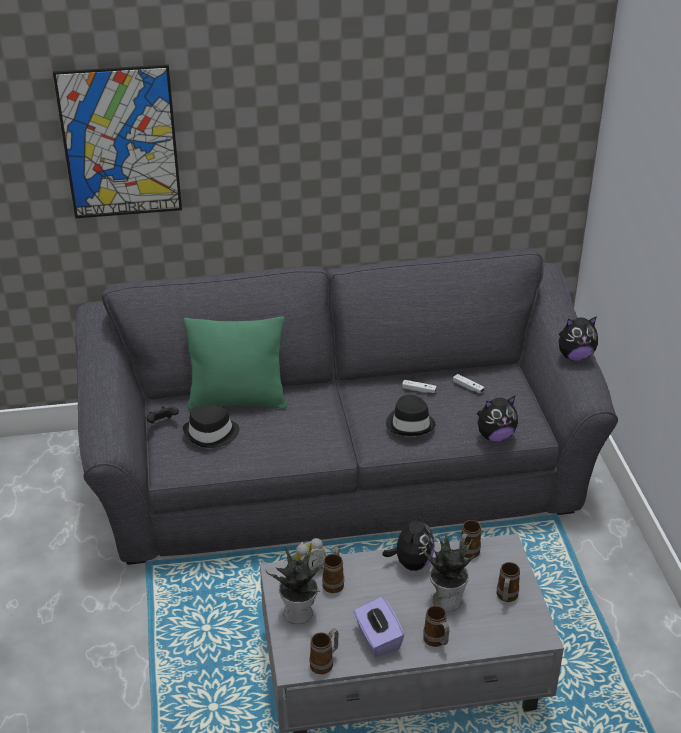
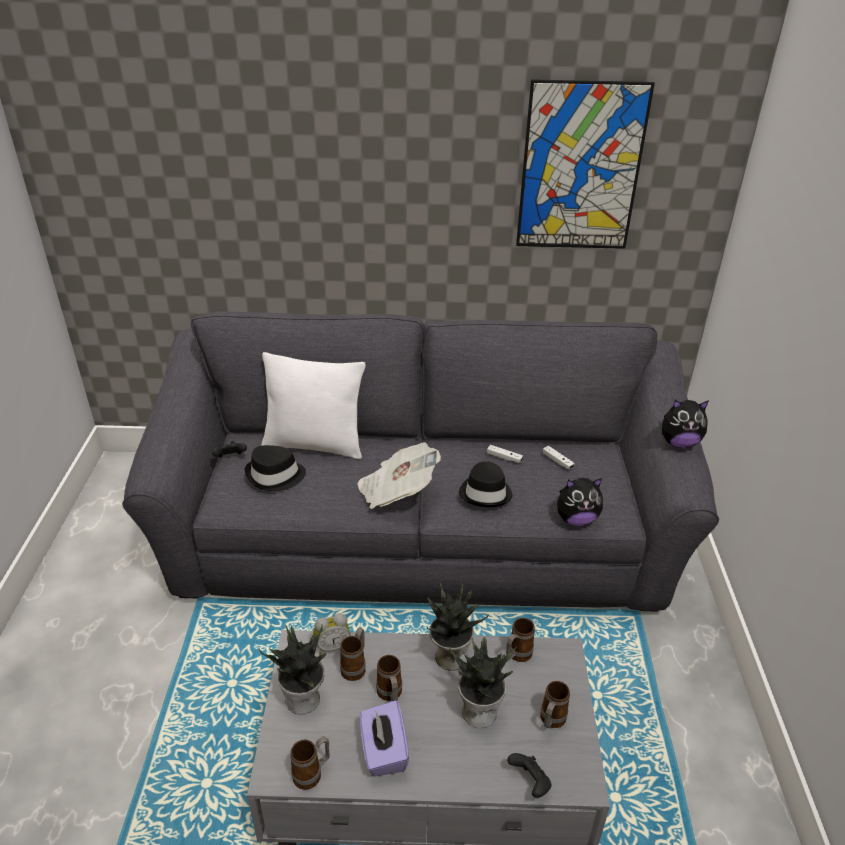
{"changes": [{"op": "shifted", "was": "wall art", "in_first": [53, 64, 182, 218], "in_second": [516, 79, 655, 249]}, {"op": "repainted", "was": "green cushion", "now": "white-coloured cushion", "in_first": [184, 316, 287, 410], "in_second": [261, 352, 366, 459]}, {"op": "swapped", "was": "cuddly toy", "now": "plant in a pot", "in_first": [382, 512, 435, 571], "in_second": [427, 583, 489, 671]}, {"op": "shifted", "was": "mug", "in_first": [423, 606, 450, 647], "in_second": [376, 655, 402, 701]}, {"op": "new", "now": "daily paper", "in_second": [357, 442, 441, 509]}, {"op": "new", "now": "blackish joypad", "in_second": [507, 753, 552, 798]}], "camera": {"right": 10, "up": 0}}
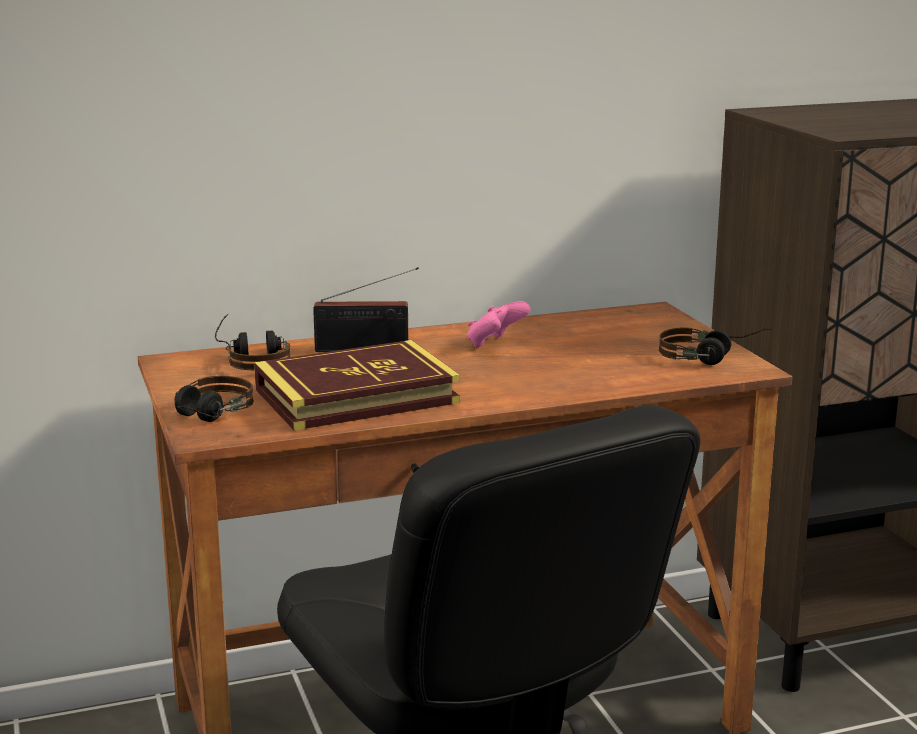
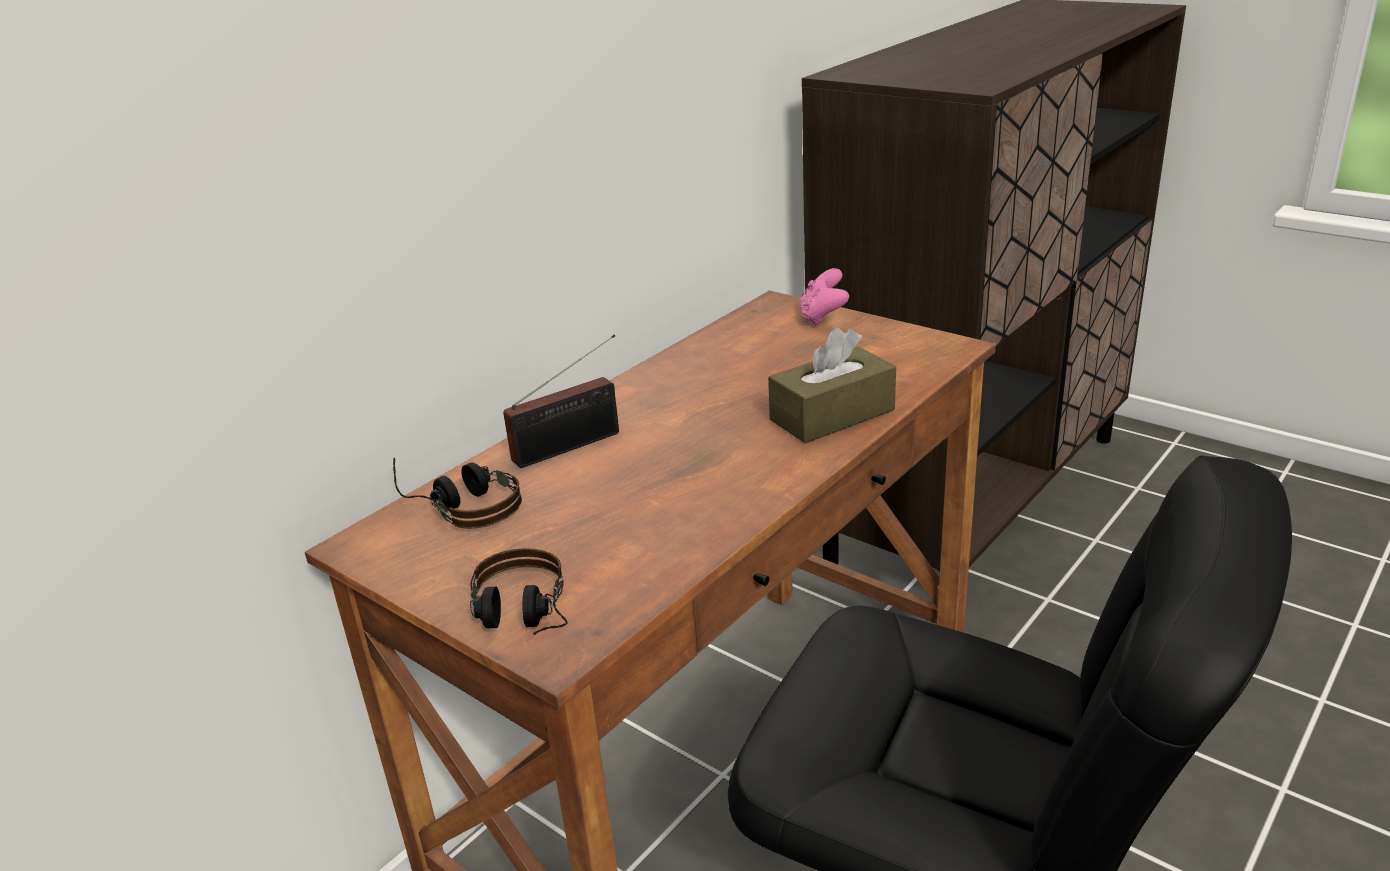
{"changes": [{"op": "shifted", "was": "pink-coloured joypad", "in_first": [467, 301, 530, 348], "in_second": [799, 268, 849, 326]}, {"op": "gone", "was": "headphones", "in_first": [659, 327, 772, 365]}, {"op": "gone", "was": "bound book", "in_first": [254, 340, 460, 431]}, {"op": "new", "now": "brown-coloured box of tissues", "in_second": [768, 327, 896, 443]}], "camera": {"right": -30, "up": 10}}
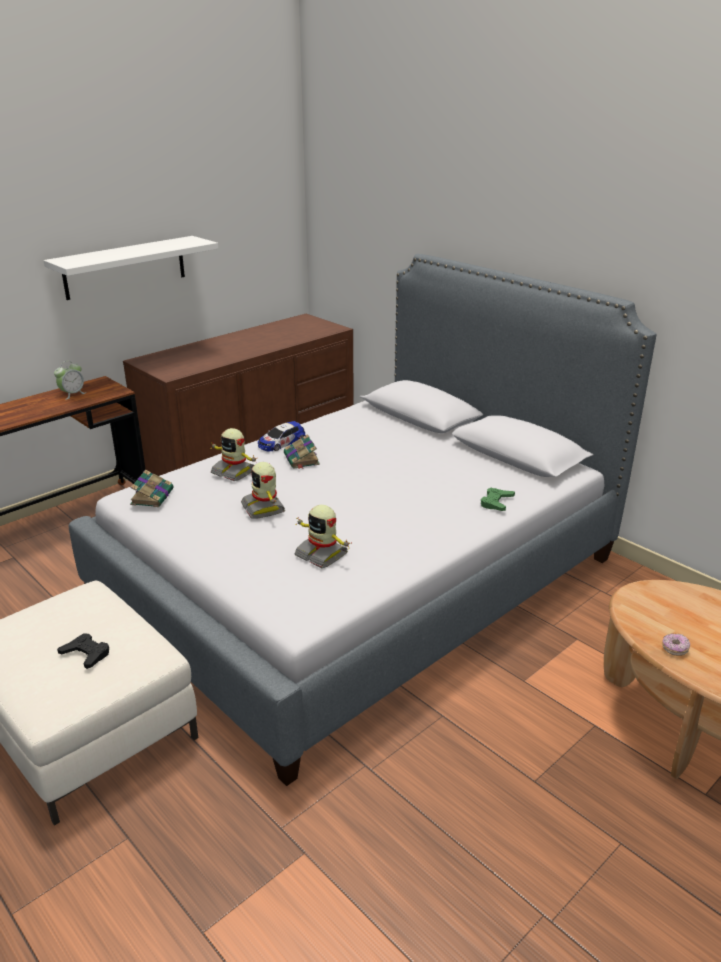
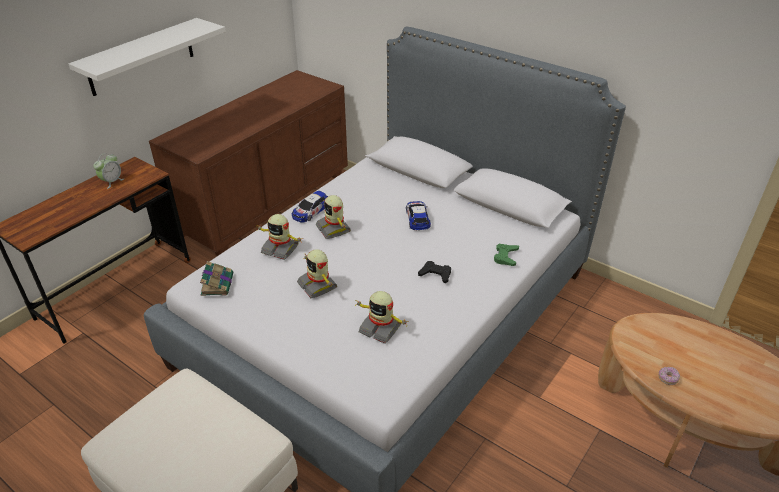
{"changes": [{"op": "swapped", "was": "bound book", "now": "model robot", "in_first": [284, 434, 320, 469], "in_second": [316, 195, 351, 239]}, {"op": "shifted", "was": "blackish joypad", "in_first": [57, 633, 109, 669], "in_second": [418, 261, 451, 283]}, {"op": "new", "now": "toy car", "in_second": [406, 201, 431, 230]}], "camera": {"right": -10, "up": 10}}
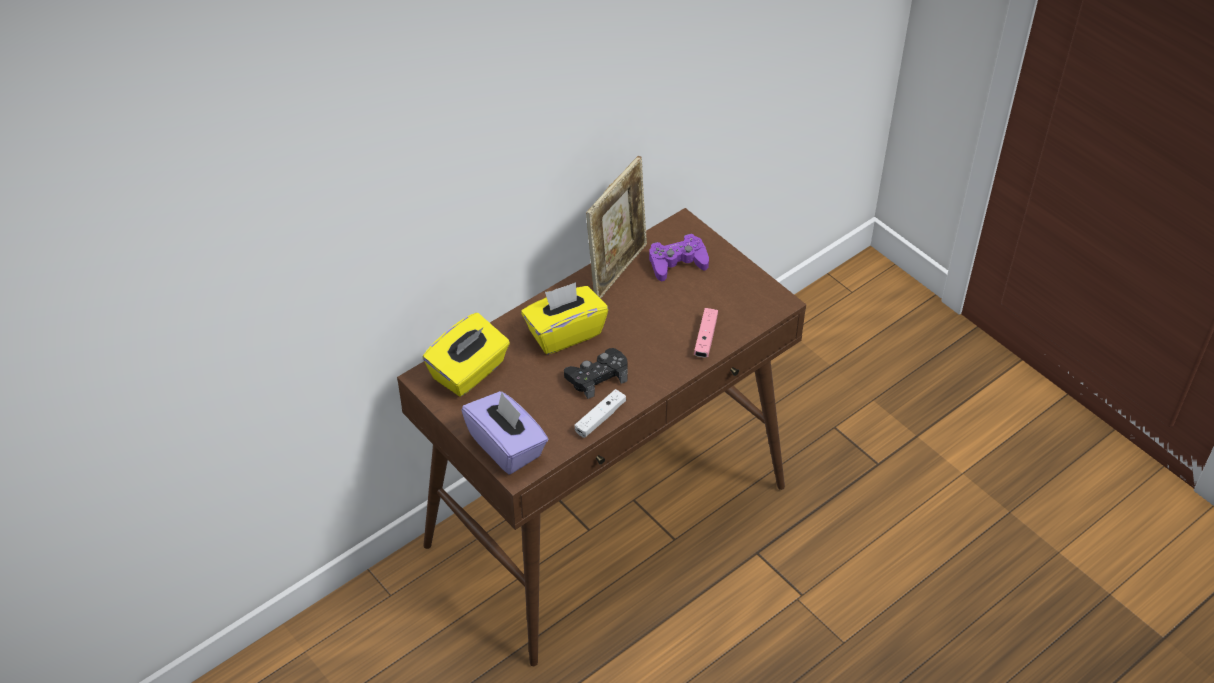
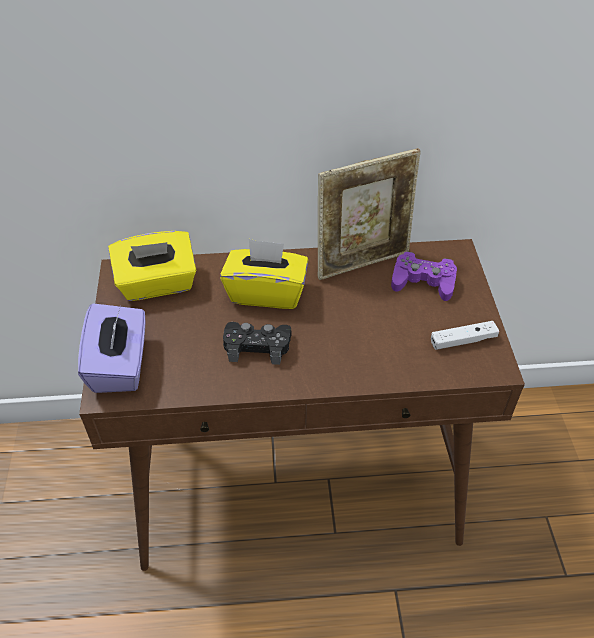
{"changes": [{"op": "gone", "was": "pink-coloured joypad", "in_first": [694, 308, 718, 358]}, {"op": "shifted", "was": "white-coloured joypad", "in_first": [575, 389, 626, 438], "in_second": [431, 321, 499, 350]}], "camera": {"right": 35, "up": 0}}
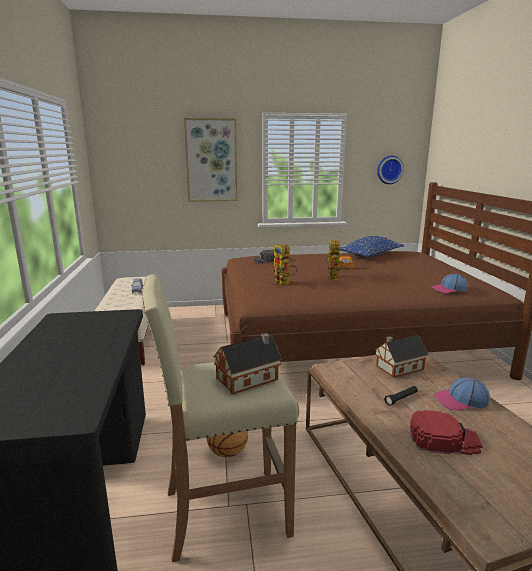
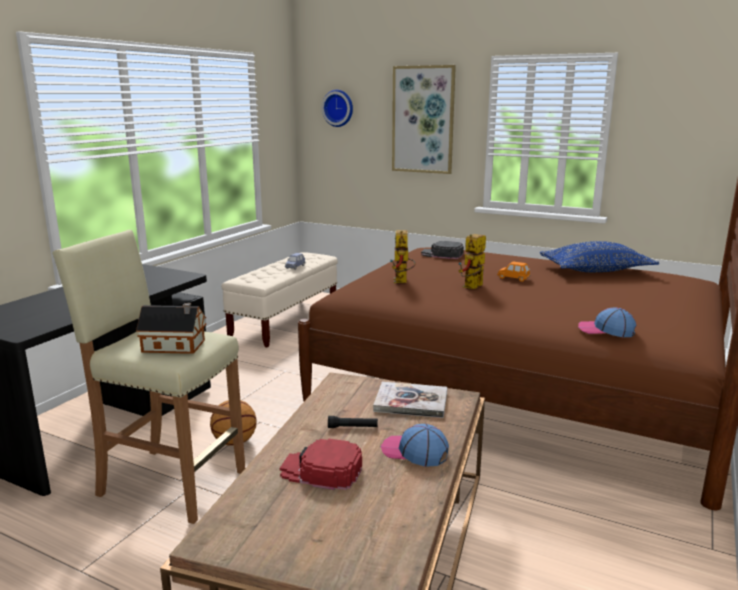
{"changes": [{"op": "shifted", "was": "hanging clock", "in_first": [377, 156, 404, 184], "in_second": [322, 90, 353, 127]}, {"op": "swapped", "was": "model house", "now": "bound book", "in_first": [375, 335, 428, 378], "in_second": [373, 382, 447, 418]}, {"op": "rotated", "was": "red-coloured cap", "in_first": [410, 410, 483, 455], "in_second": [280, 438, 362, 490], "clockwise": 150}], "camera": {"right": 35, "up": 0}}
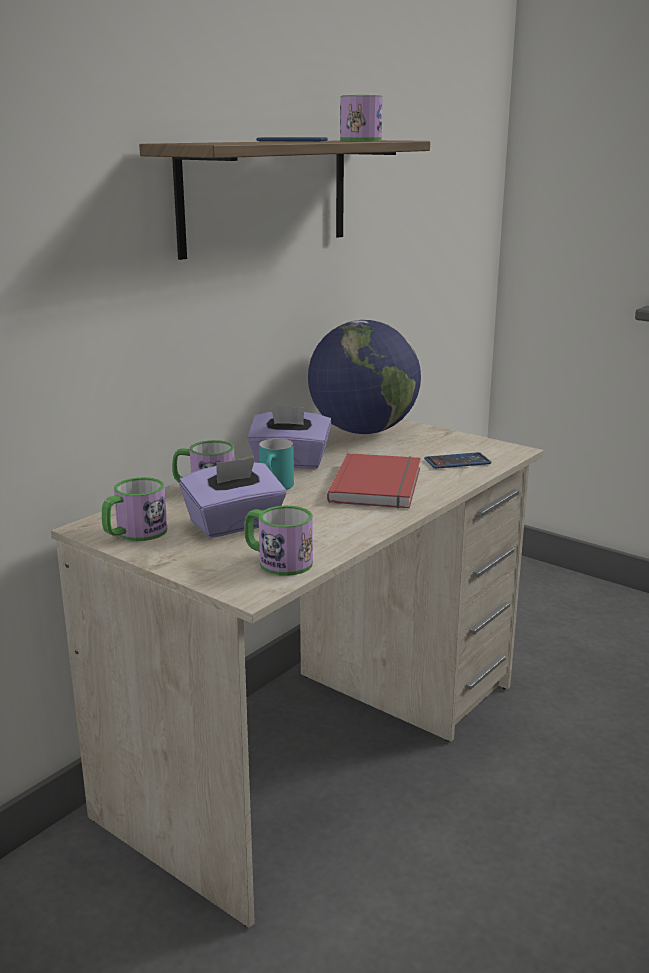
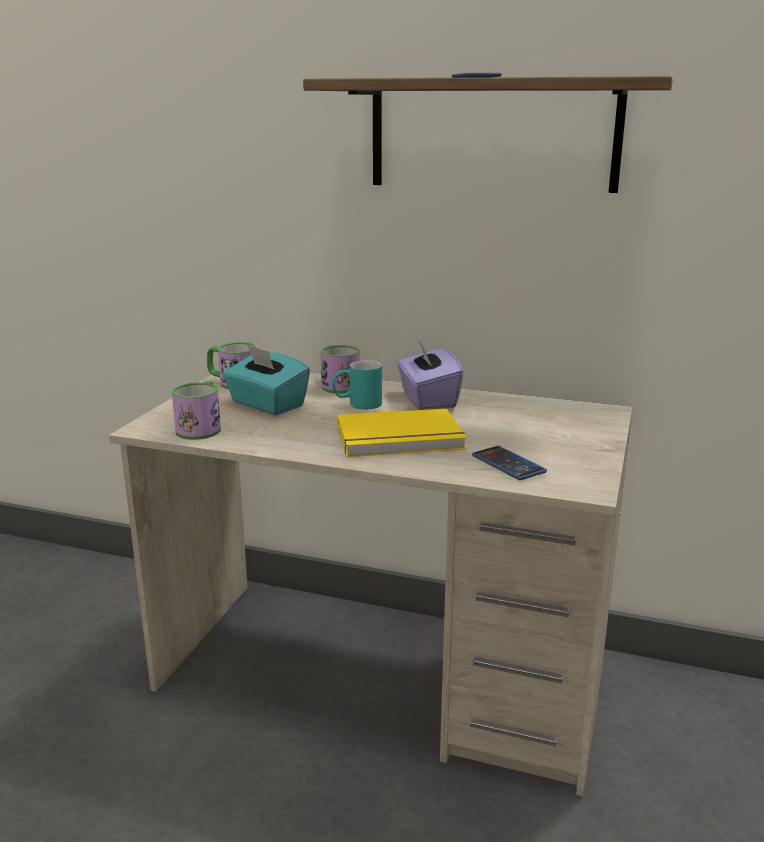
{"changes": [{"op": "gone", "was": "mug", "in_first": [340, 95, 383, 141]}, {"op": "gone", "was": "globe", "in_first": [308, 320, 421, 434]}, {"op": "repainted", "was": "red-coloured bound book", "now": "yellow-coloured bound book", "in_first": [327, 453, 421, 508], "in_second": [337, 409, 467, 457]}, {"op": "repainted", "was": "purple box of tissues", "now": "turquoise box of tissues", "in_first": [180, 457, 286, 538], "in_second": [223, 344, 310, 416]}], "camera": {"right": 70, "up": 0}}
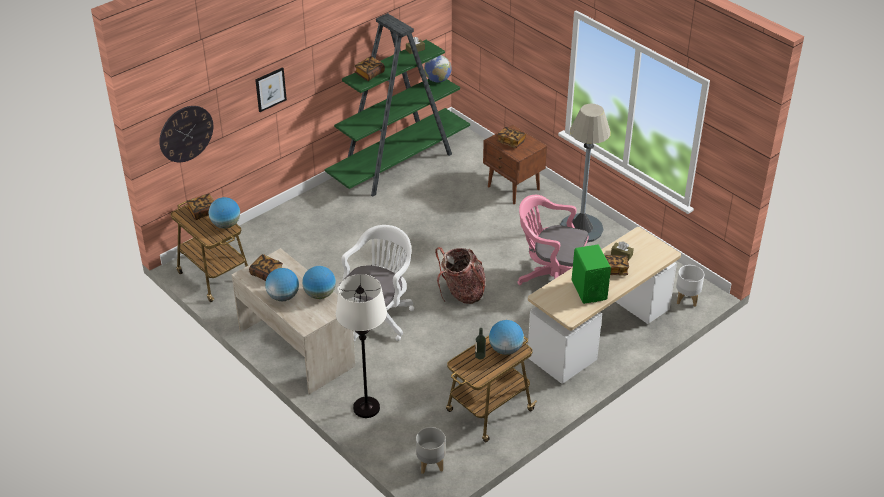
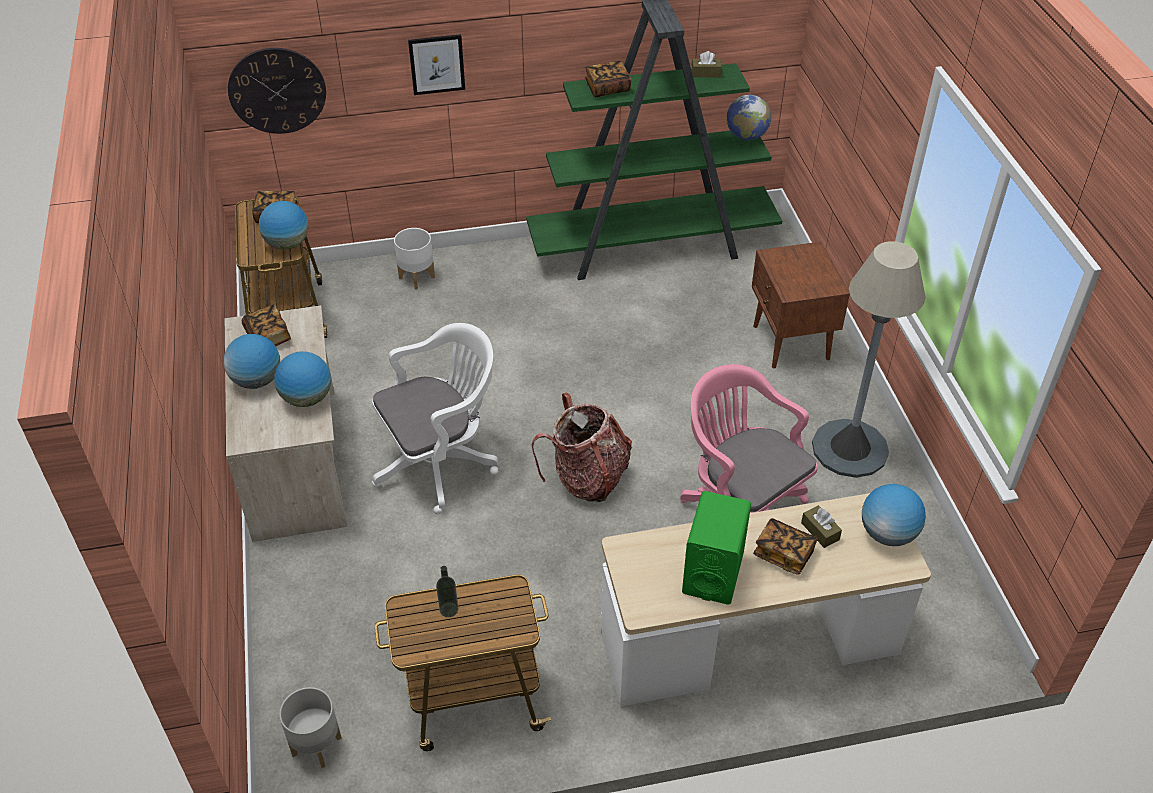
{"changes": [{"op": "gone", "was": "bound book", "in_first": [497, 127, 526, 148]}, {"op": "shifted", "was": "white-coloured plant pot", "in_first": [676, 265, 704, 307], "in_second": [394, 228, 435, 289]}, {"op": "gone", "was": "white-coloured floor lamp", "in_first": [336, 274, 387, 418]}, {"op": "shifted", "was": "globe", "in_first": [489, 320, 524, 355], "in_second": [862, 484, 926, 546]}], "camera": {"right": 30, "up": 5}}
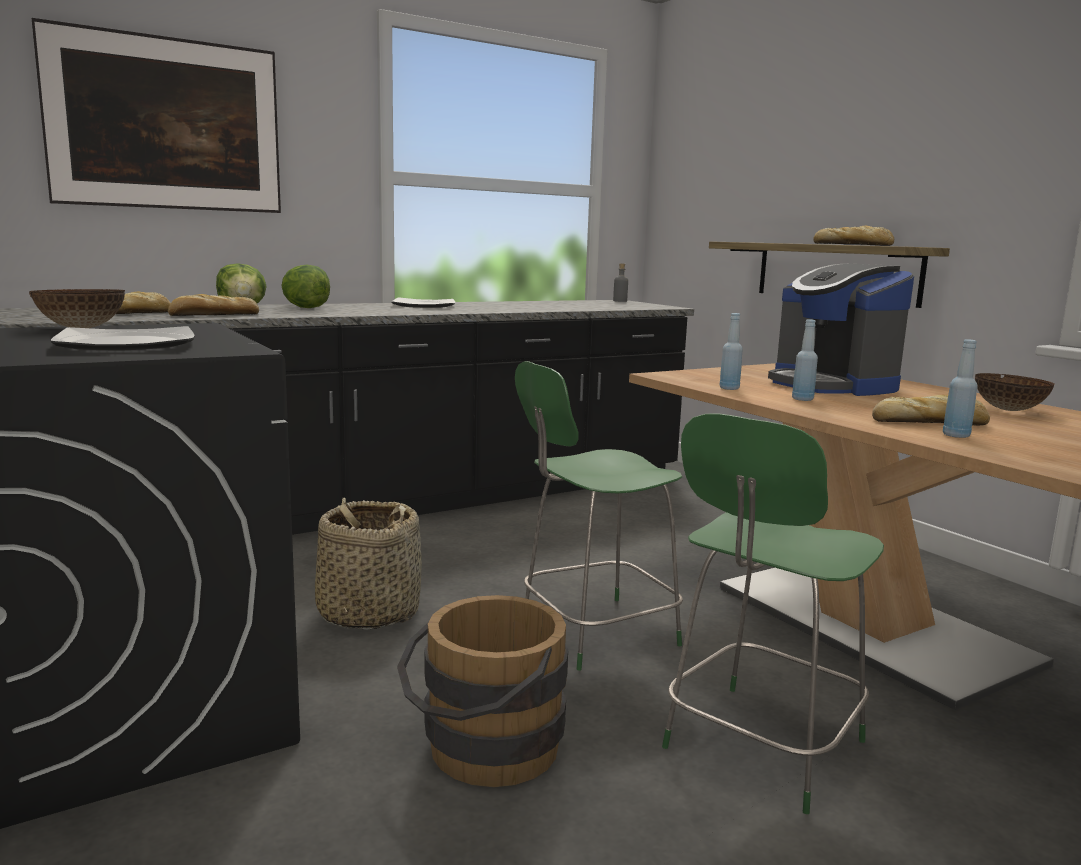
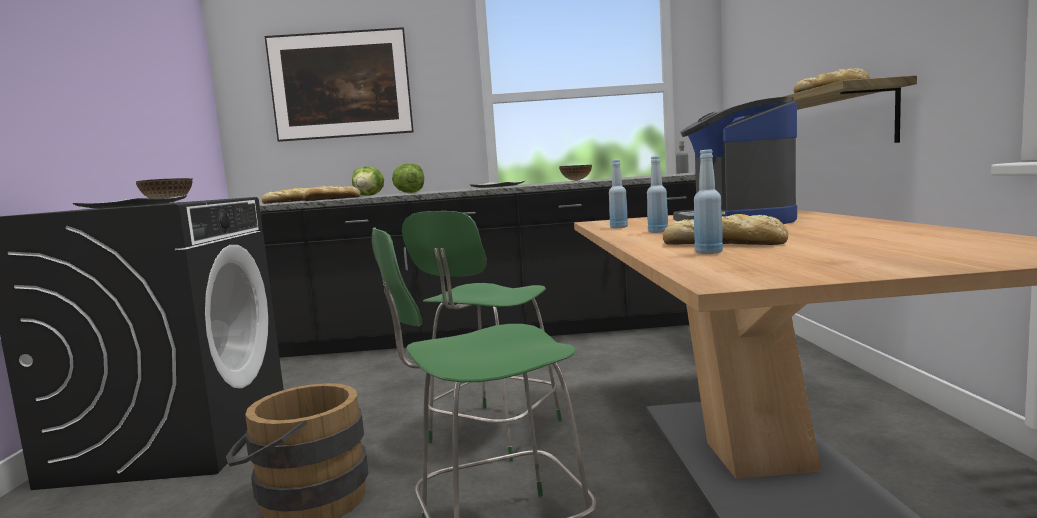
{"changes": [{"op": "rotated", "was": "green upright chair", "in_first": [515, 361, 683, 671], "in_second": [402, 211, 562, 462], "clockwise": -60}, {"op": "shifted", "was": "serving bowl", "in_first": [975, 373, 1055, 411], "in_second": [559, 165, 592, 181]}, {"op": "gone", "was": "household basket", "in_first": [315, 497, 422, 630]}], "camera": {"right": 30, "up": -5}}
